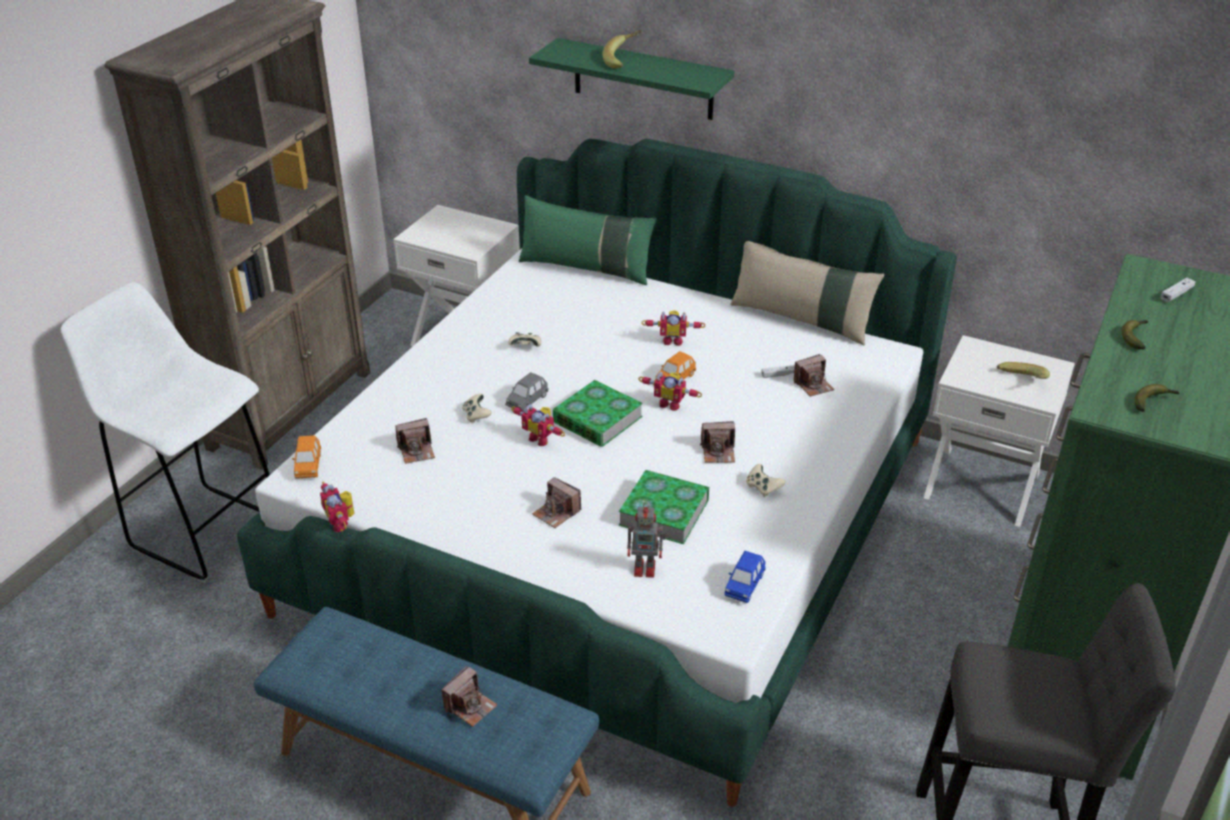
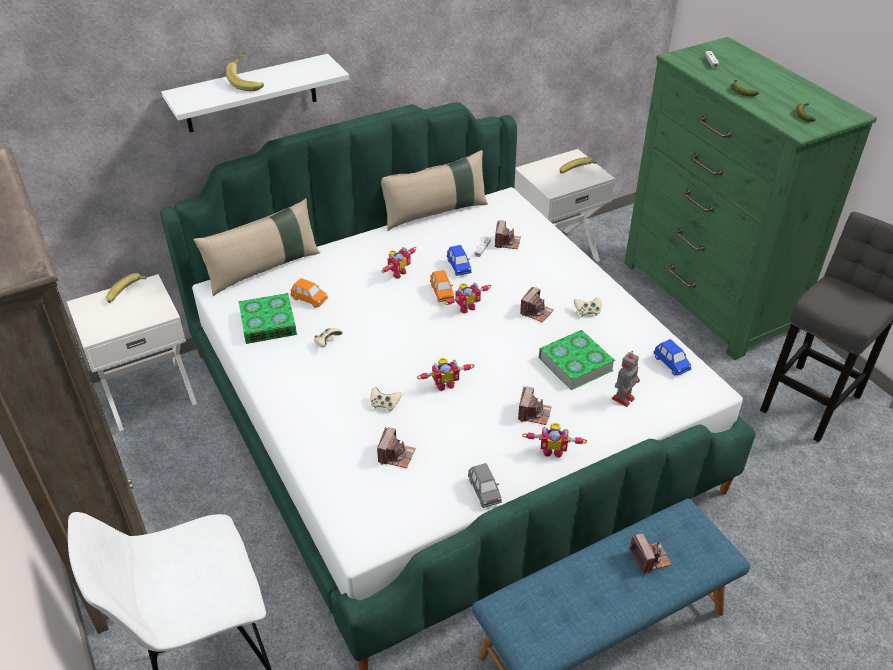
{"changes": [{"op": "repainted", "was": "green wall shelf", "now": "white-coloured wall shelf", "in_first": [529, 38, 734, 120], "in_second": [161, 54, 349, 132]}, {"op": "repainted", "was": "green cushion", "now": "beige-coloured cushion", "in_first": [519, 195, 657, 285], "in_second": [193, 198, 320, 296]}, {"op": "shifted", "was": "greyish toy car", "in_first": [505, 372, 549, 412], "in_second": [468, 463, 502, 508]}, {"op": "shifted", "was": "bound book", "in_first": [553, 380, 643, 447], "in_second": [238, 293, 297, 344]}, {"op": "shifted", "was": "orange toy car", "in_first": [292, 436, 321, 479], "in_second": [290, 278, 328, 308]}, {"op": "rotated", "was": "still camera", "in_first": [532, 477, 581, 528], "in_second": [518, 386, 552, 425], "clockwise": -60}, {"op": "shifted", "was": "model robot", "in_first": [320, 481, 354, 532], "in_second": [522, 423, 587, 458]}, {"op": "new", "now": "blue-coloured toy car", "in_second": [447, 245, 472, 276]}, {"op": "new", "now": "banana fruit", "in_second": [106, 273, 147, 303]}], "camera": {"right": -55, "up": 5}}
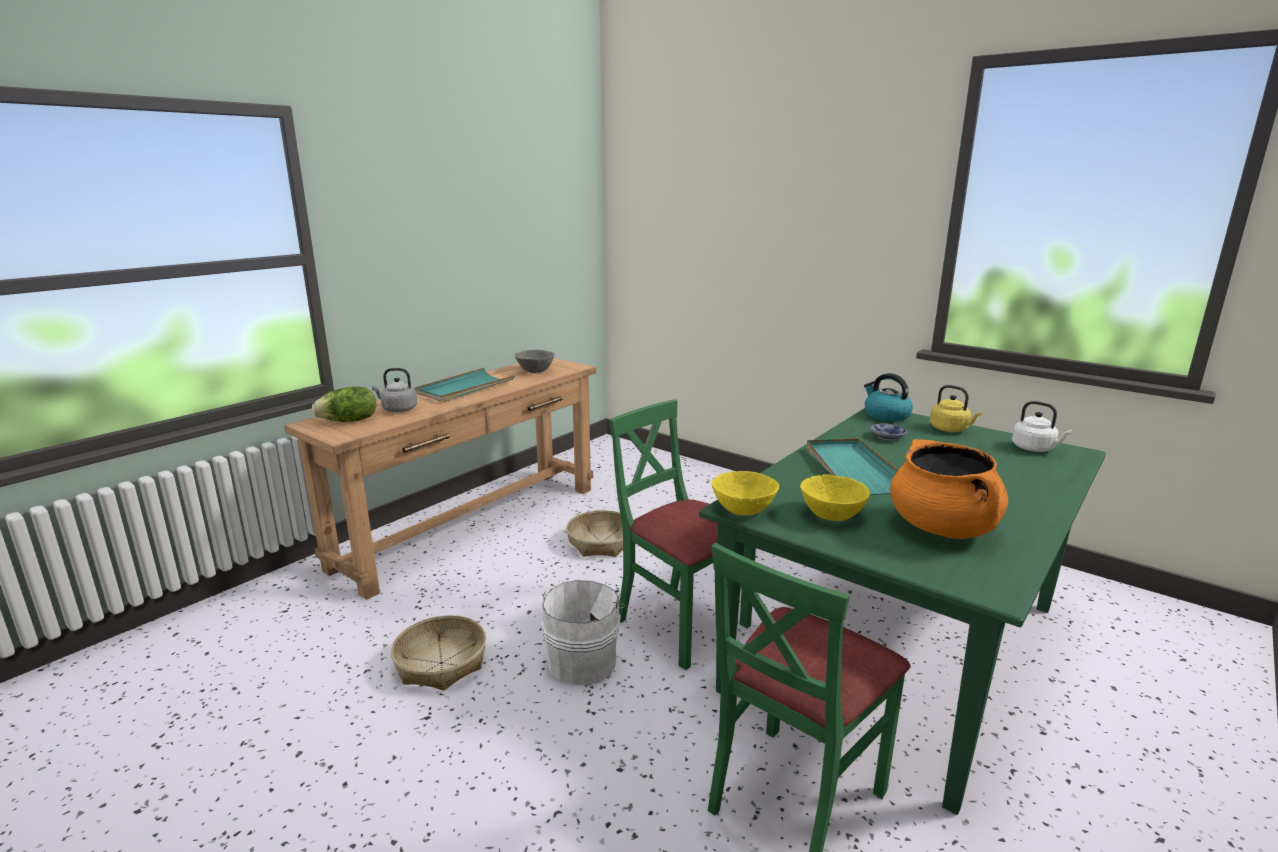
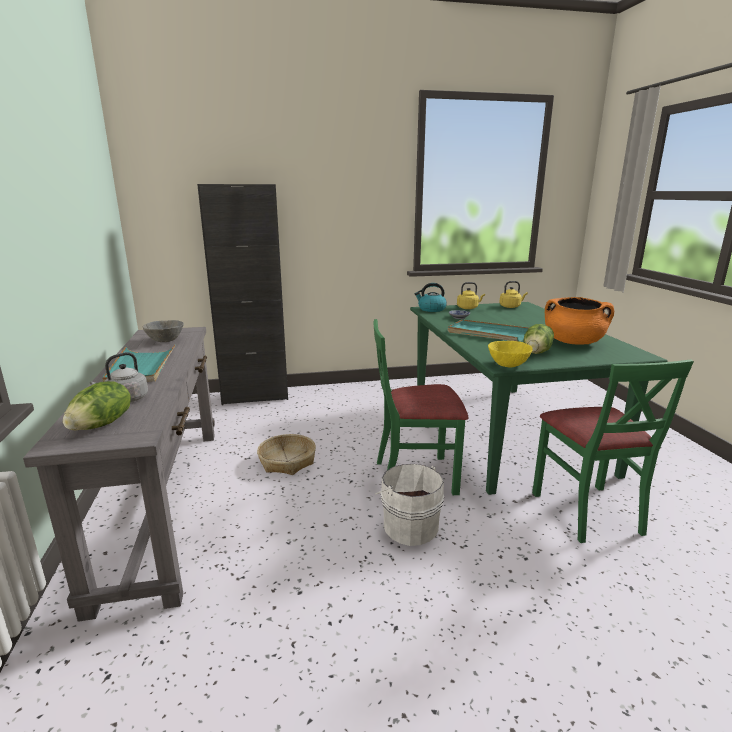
{"changes": [{"op": "repainted", "was": "brown-coloured console table", "now": "greyish console table", "in_first": [284, 358, 596, 600], "in_second": [23, 327, 215, 622]}, {"op": "repainted", "was": "white-coloured water kettle", "now": "yellow-coloured water kettle", "in_first": [1012, 401, 1072, 452], "in_second": [499, 281, 528, 308]}, {"op": "swapped", "was": "yellow-coloured serving bowl", "now": "head of lettuce", "in_first": [800, 474, 870, 521], "in_second": [523, 324, 554, 354]}, {"op": "gone", "was": "household basket", "in_first": [391, 615, 486, 690]}, {"op": "new", "now": "blackish cupboard", "in_second": [197, 184, 288, 405]}], "camera": {"right": -50, "up": 0}}
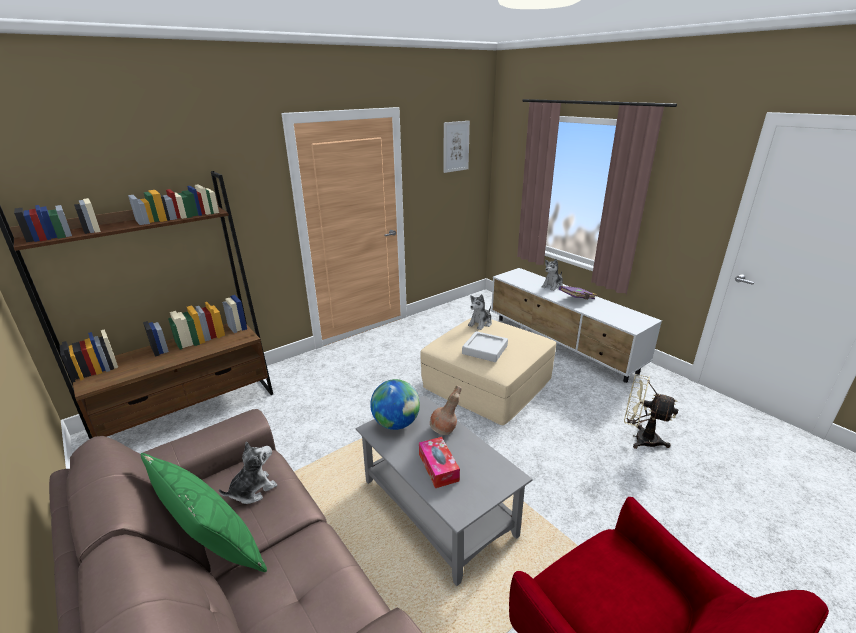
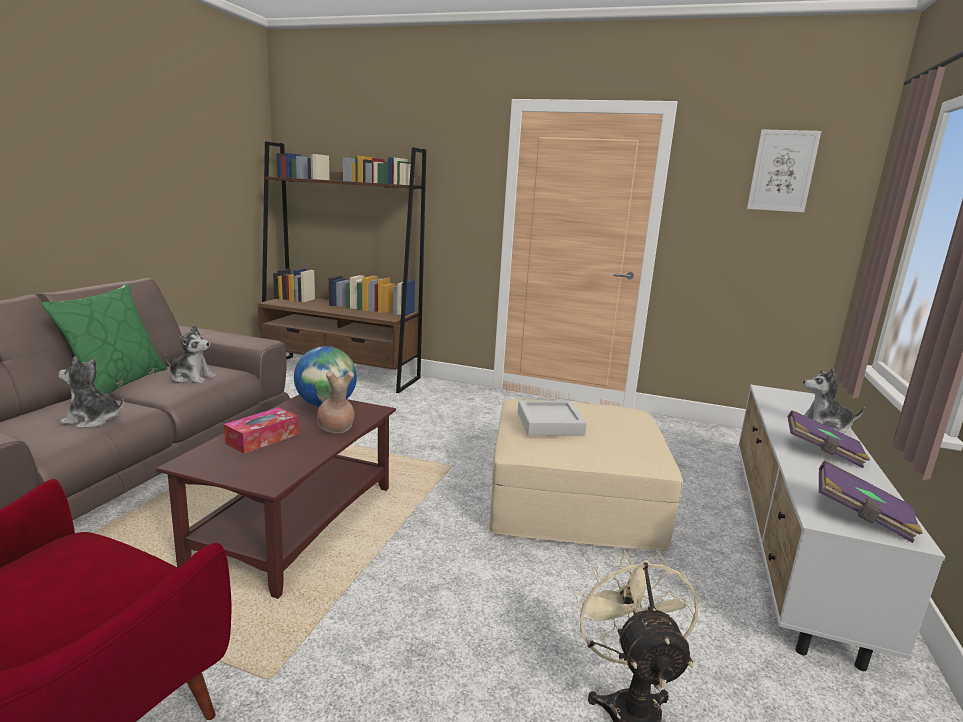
{"changes": [{"op": "shifted", "was": "cuddly toy", "in_first": [468, 294, 492, 330], "in_second": [59, 356, 124, 428]}, {"op": "repainted", "was": "greyish low table", "now": "brown-coloured low table", "in_first": [356, 395, 533, 586], "in_second": [156, 395, 396, 599]}, {"op": "new", "now": "purple bound book", "in_second": [819, 461, 923, 543]}], "camera": {"right": 55, "up": -10}}
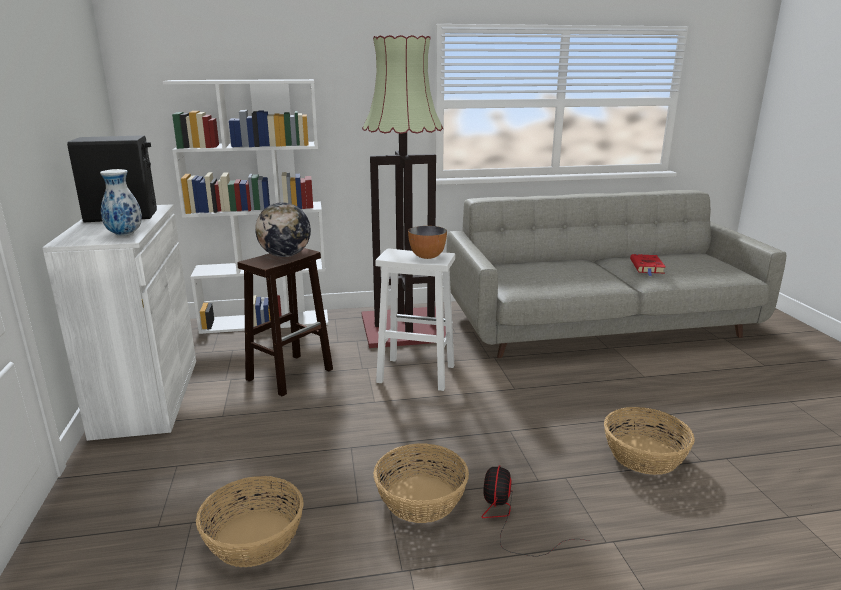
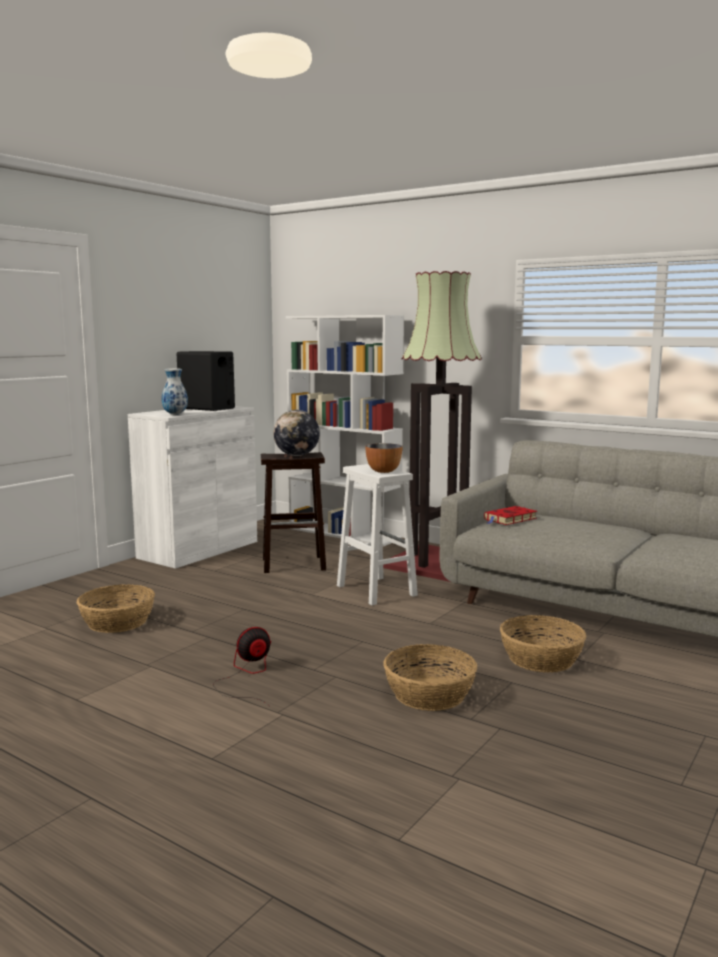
{"changes": [{"op": "shifted", "was": "red-coloured bound book", "in_first": [630, 254, 666, 276], "in_second": [484, 506, 537, 525]}, {"op": "shifted", "was": "household basket", "in_first": [373, 443, 469, 523], "in_second": [500, 615, 586, 673]}], "camera": {"right": 45, "up": -10}}
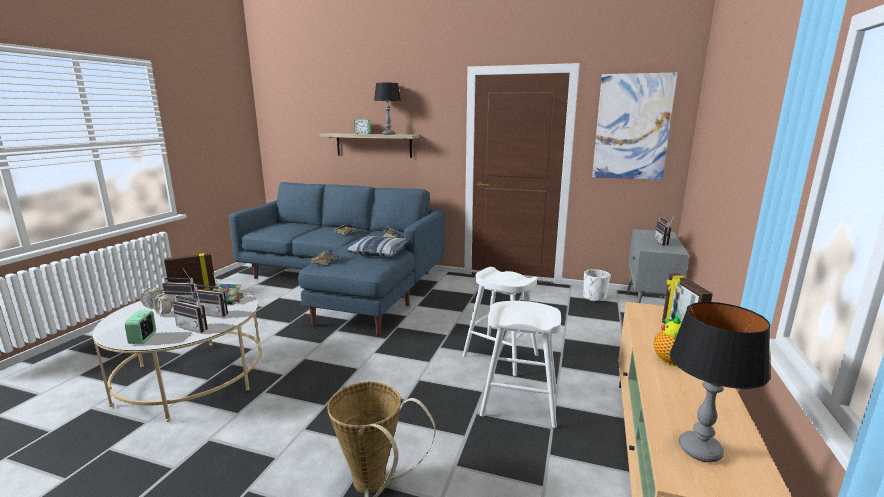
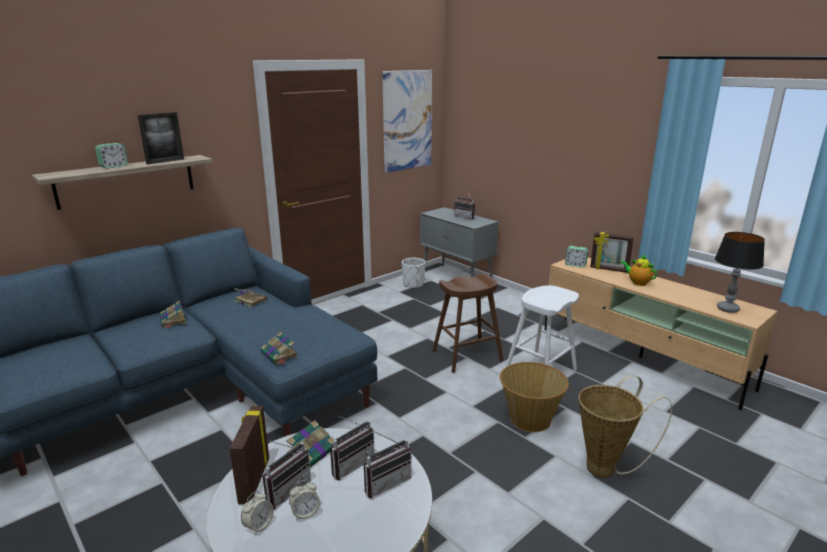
{"changes": [{"op": "swapped", "was": "tabletop lamp", "now": "standing frame", "in_first": [374, 83, 401, 135], "in_second": [138, 112, 184, 164]}, {"op": "gone", "was": "cushion", "in_first": [347, 236, 409, 257]}, {"op": "repainted", "was": "white-coloured stool seat", "now": "brown-coloured stool seat", "in_first": [463, 267, 538, 376], "in_second": [432, 273, 504, 373]}, {"op": "shifted", "was": "alarm clock", "in_first": [125, 311, 156, 344], "in_second": [565, 246, 588, 268]}, {"op": "new", "now": "household basket", "in_second": [500, 362, 569, 432]}], "camera": {"right": -60, "up": 5}}
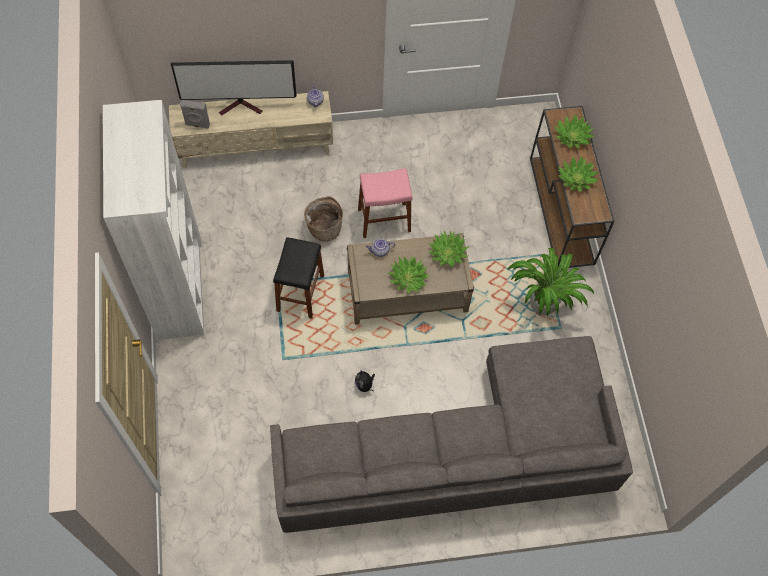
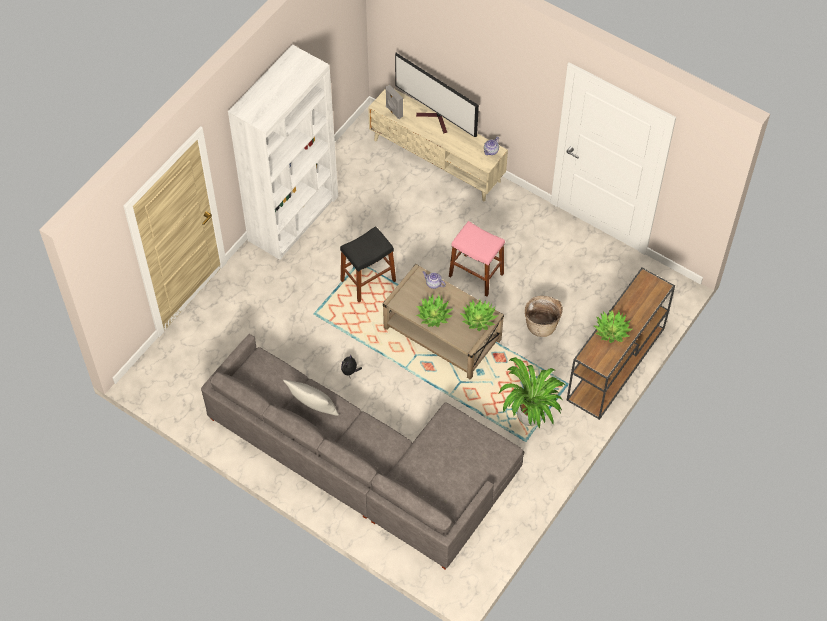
{"changes": [{"op": "gone", "was": "plant in a pot", "in_first": [554, 114, 594, 148]}, {"op": "shifted", "was": "household basket", "in_first": [304, 196, 343, 242], "in_second": [525, 296, 563, 337]}, {"op": "new", "now": "greyish cushion", "in_second": [283, 380, 339, 416]}], "camera": {"right": 45, "up": -5}}
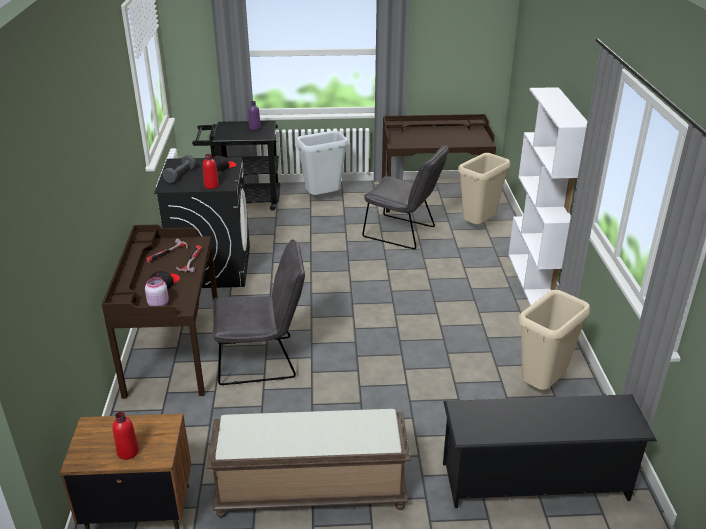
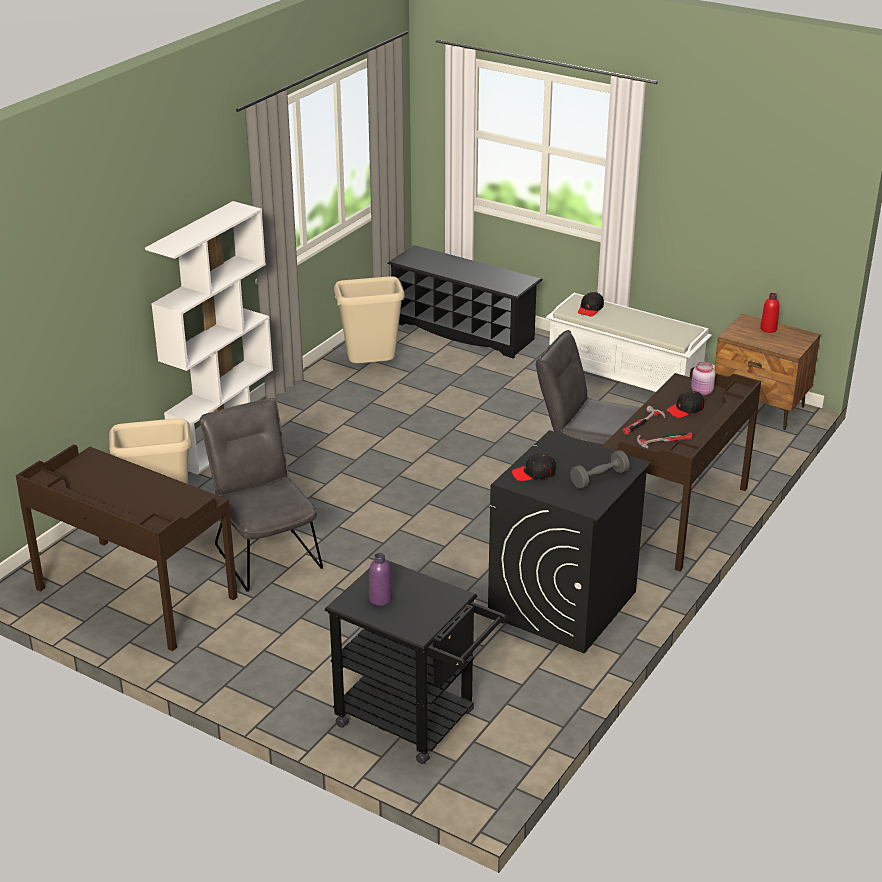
{"changes": [{"op": "gone", "was": "greyish rubbish bin", "in_first": [296, 130, 348, 195]}, {"op": "gone", "was": "red-coloured beverage bottle", "in_first": [203, 154, 219, 189]}, {"op": "repainted", "was": "brown-coloured bench", "now": "white-coloured bench", "in_first": [207, 409, 410, 518], "in_second": [546, 293, 712, 392]}, {"op": "new", "now": "blackish cap", "in_second": [578, 292, 604, 317]}], "camera": {"right": -145, "up": 0}}
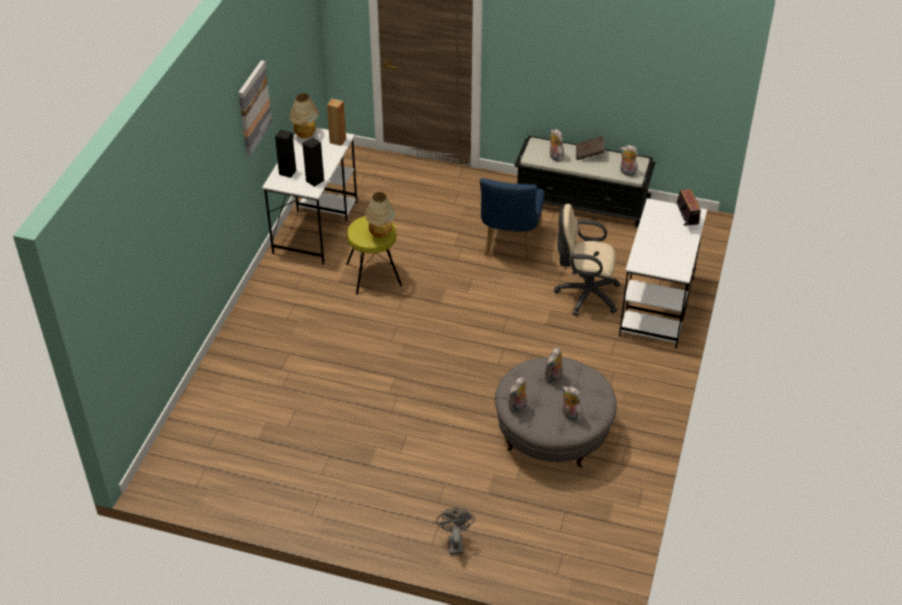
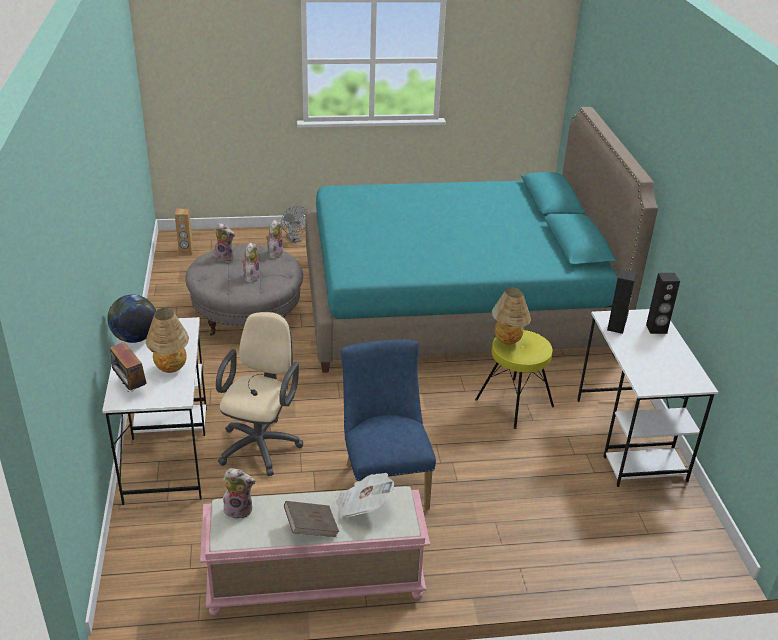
{"changes": [{"op": "gone", "was": "wall art", "in_first": [238, 60, 272, 156]}, {"op": "shifted", "was": "tabletop lamp", "in_first": [289, 93, 319, 138], "in_second": [145, 308, 189, 373]}, {"op": "shifted", "was": "brown-coloured loudspeaker", "in_first": [327, 99, 346, 146], "in_second": [175, 209, 193, 255]}, {"op": "swapped", "was": "cuddly toy", "now": "daily paper", "in_first": [550, 129, 564, 162], "in_second": [335, 473, 394, 518]}, {"op": "repainted", "was": "blackish bench", "now": "pink-coloured bench", "in_first": [514, 136, 656, 227], "in_second": [200, 486, 430, 616]}, {"op": "rotated", "was": "beige-coloured office chair", "in_first": [554, 204, 620, 316], "in_second": [216, 312, 303, 476], "clockwise": -60}, {"op": "new", "now": "turquoise bedroom bed", "in_second": [305, 107, 658, 373]}, {"op": "new", "now": "globe", "in_second": [108, 295, 156, 343]}], "camera": {"right": 155, "up": -10}}
